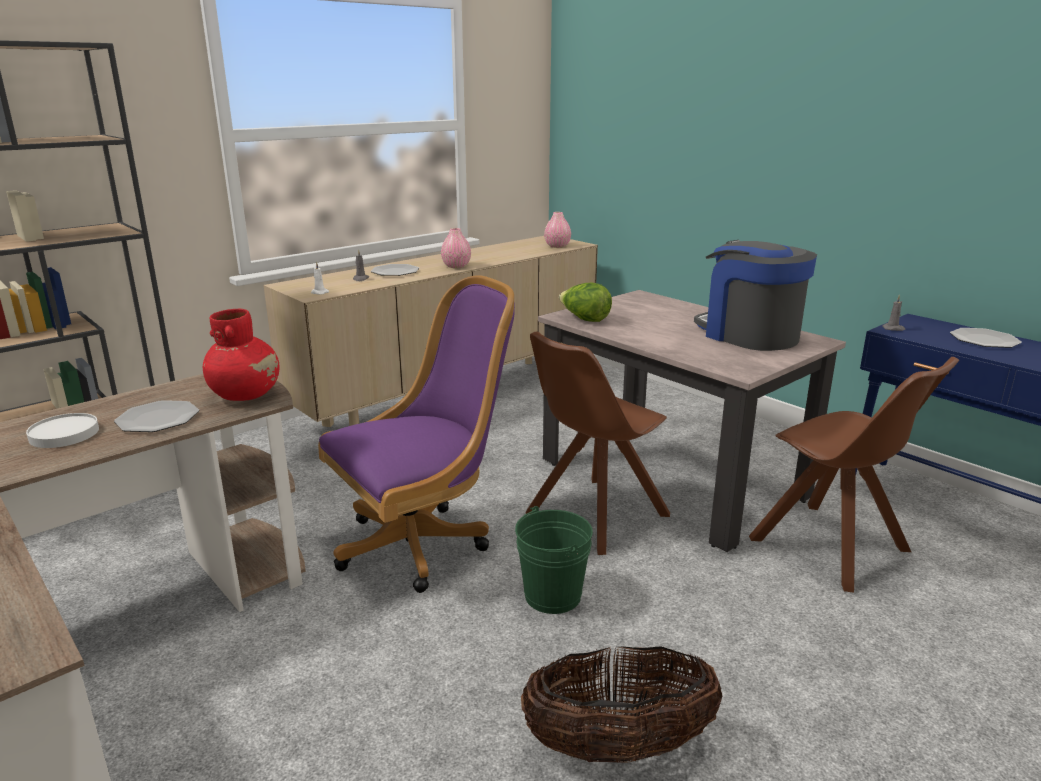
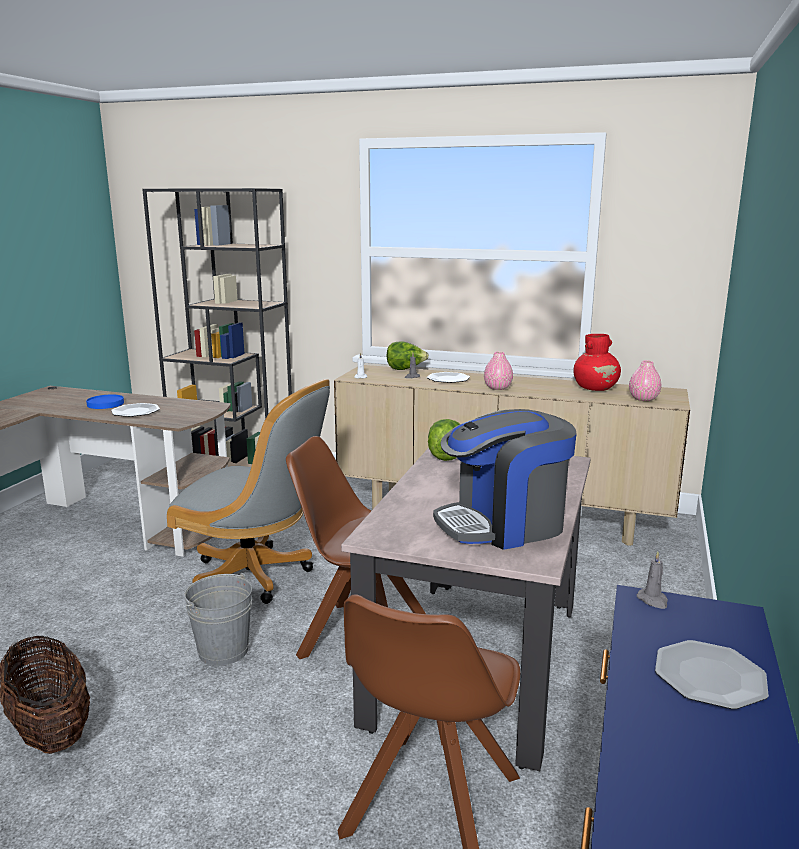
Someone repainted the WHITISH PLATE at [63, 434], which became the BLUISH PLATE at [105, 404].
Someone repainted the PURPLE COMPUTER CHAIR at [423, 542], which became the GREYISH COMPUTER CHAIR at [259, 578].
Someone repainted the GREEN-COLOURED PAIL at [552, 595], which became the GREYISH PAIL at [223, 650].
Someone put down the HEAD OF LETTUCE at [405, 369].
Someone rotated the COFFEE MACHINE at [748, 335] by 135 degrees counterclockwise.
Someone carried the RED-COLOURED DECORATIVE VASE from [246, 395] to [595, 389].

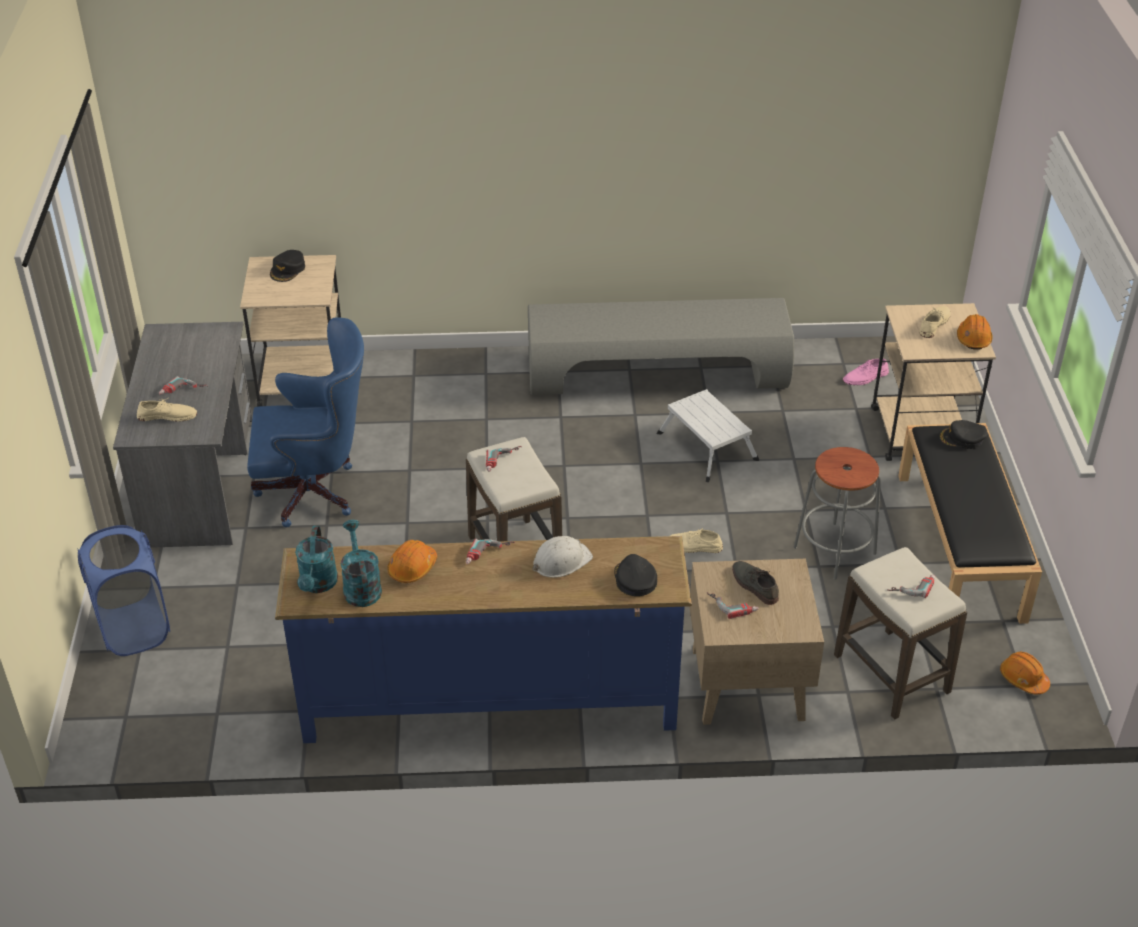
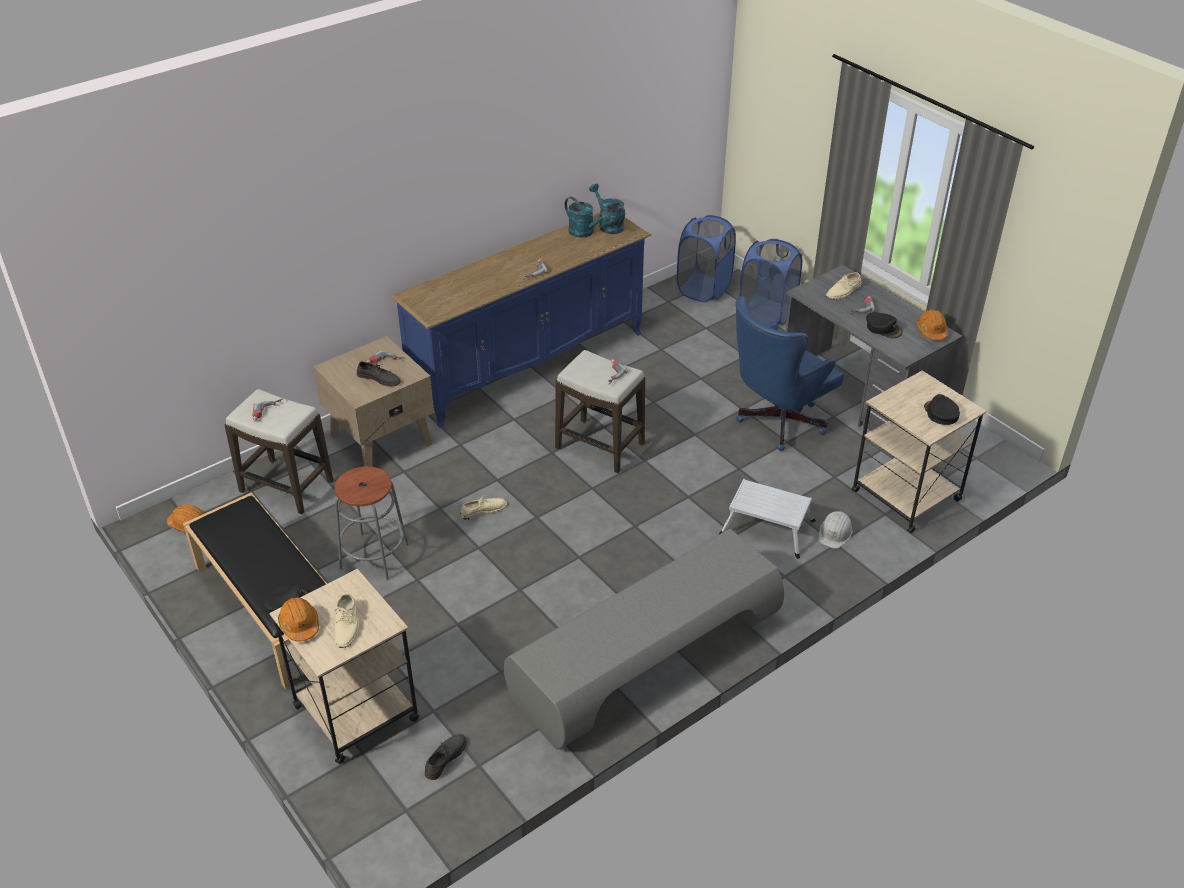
Someone repainted the PINK-COLOURED ITEM OF FOOTWEAR at [866, 377], which became the GREYISH ITEM OF FOOTWEAR at [445, 758].
Someone put down the BLUISH WASHING BASKET at [703, 289].
Someone carried the WHITISH STEP STOOL from [707, 446] to [768, 527].
Someone carried the WHITISH WORK HELMET from [561, 561] to [835, 533].
Someone carried the BLACK PEAKED CAP from [634, 579] to [883, 328].
Someone carried the ORANGE WORK HELMET from [412, 568] to [931, 331].

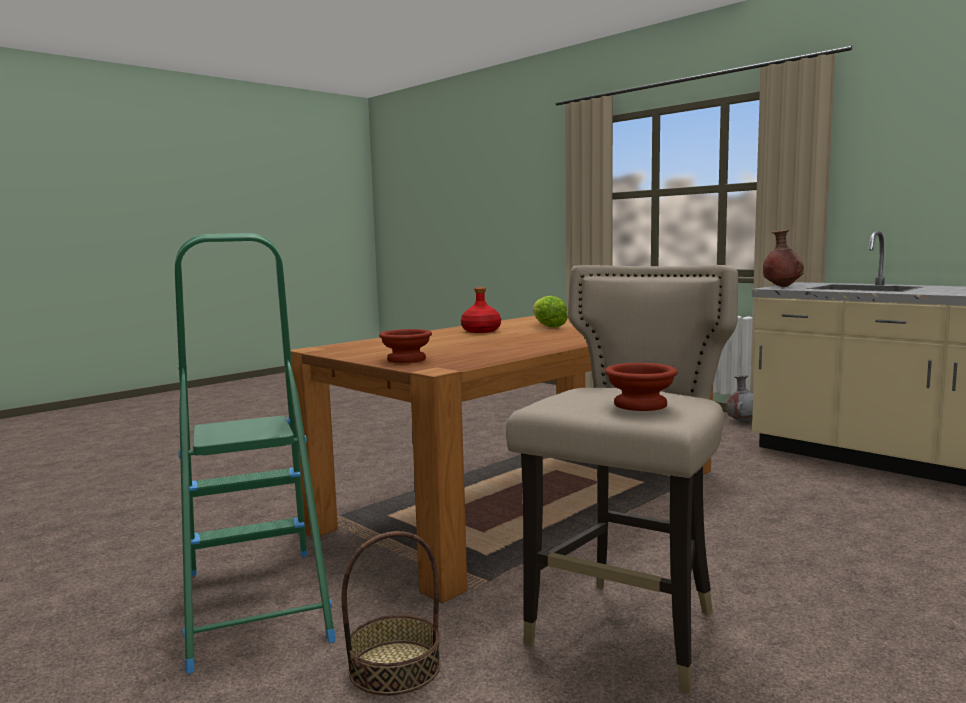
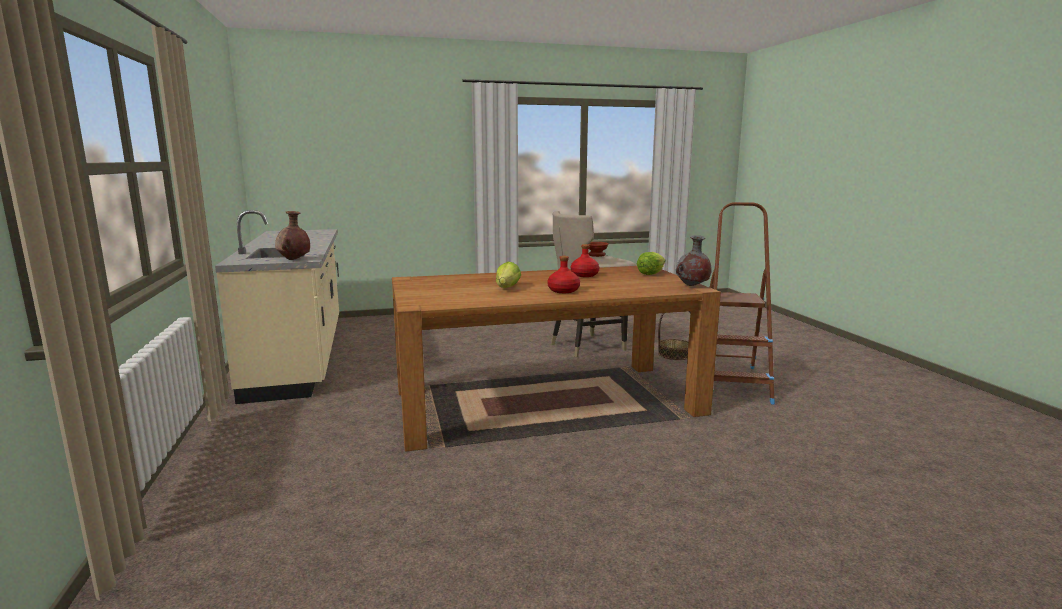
Someone put down the RED-COLOURED DRINK BOTTLE at [585, 275].
Someone swapped the BROWN-COLOURED BOWL at [408, 359] for the HEAD OF LETTUCE at [650, 274].
Someone carried the GREYISH DECORATIVE VASE from [743, 422] to [691, 286].
Someone repainted the GREEN-COLOURED STEP STOOL at [255, 602], which became the BROWN-COLOURED STEP STOOL at [731, 383].

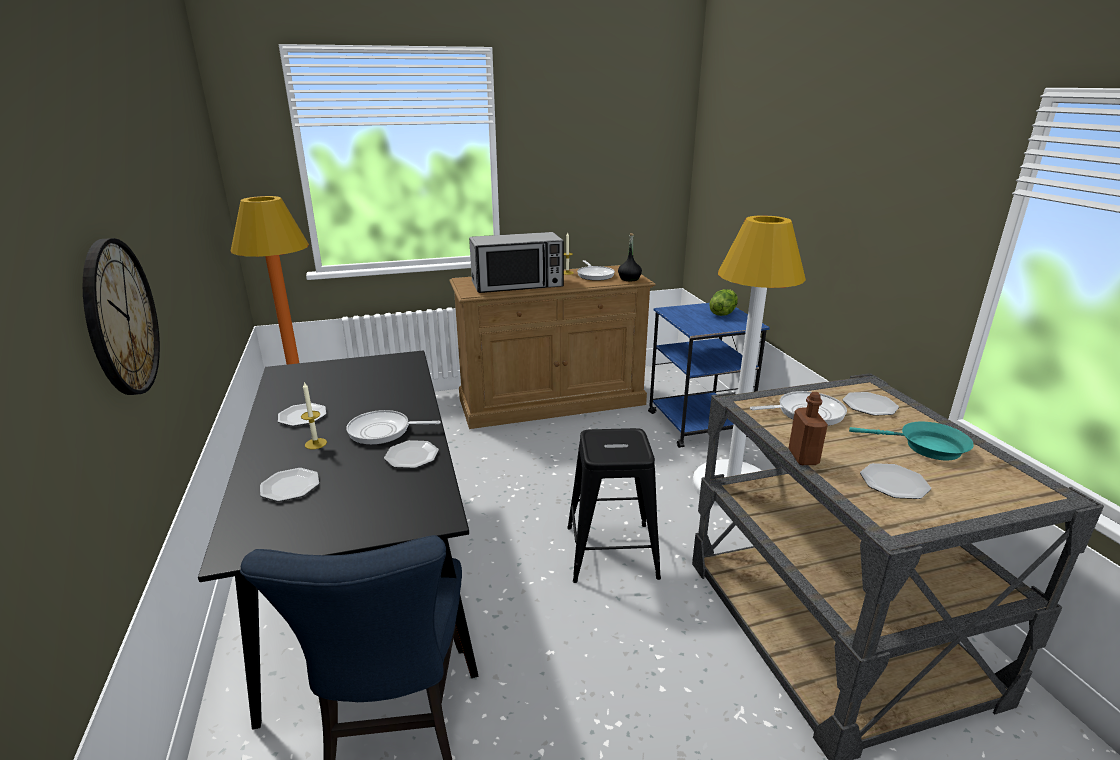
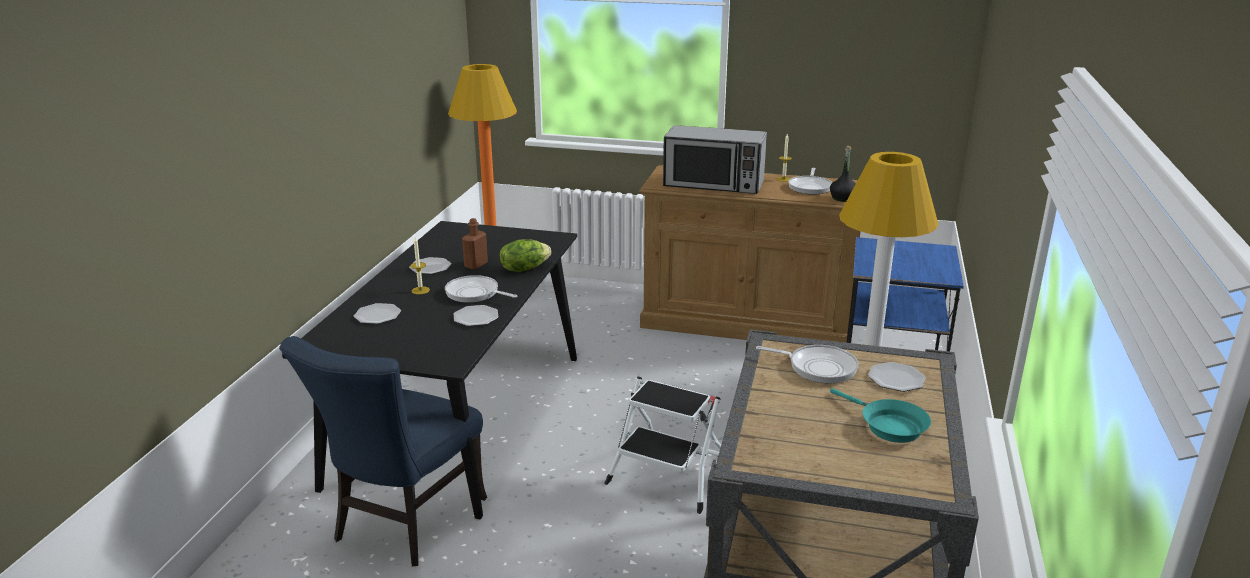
Someone carried the BROWN-COLOURED DRINK BOTTLE from [803, 457] to [476, 265].
Someone carried the HEAD OF LETTUCE from [722, 313] to [524, 268].
Someone swapped the BLACK STOOL SEAT at [611, 552] for the STEP STOOL at [671, 472].
Someone took away the WALL CLOCK at [120, 318].
Someone took away the PLATE at [894, 484].

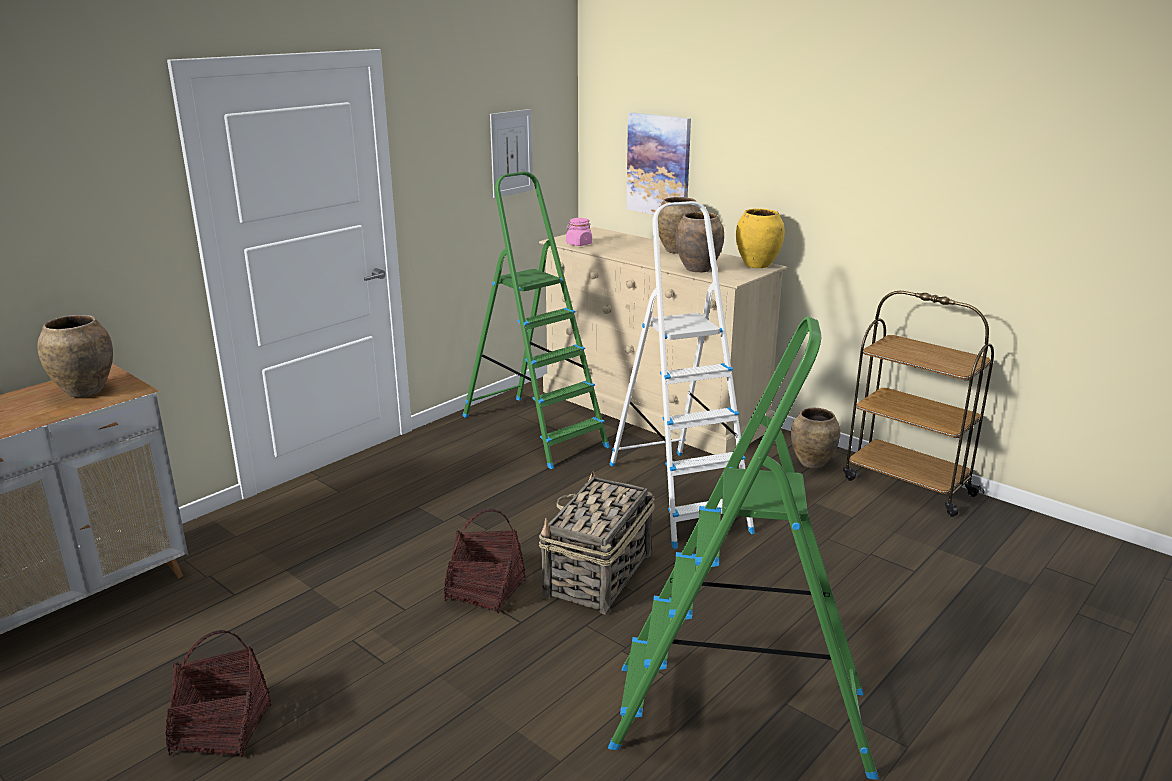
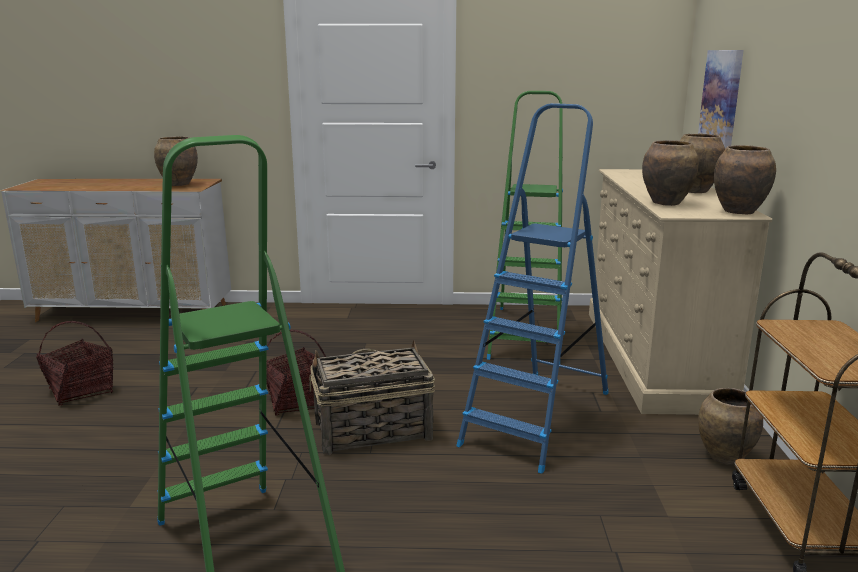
Someone repainted the WHITISH STEP STOOL at [678, 496], which became the BLUISH STEP STOOL at [537, 418].
Someone repainted the YELLOWISH DECORATIVE VASE at [757, 265], which became the BROWN-COLOURED DECORATIVE VASE at [739, 211].
Someone took away the PICTURE at [511, 153].
Someone took away the PINK-COLOURED STORAGE JAR at [579, 244].

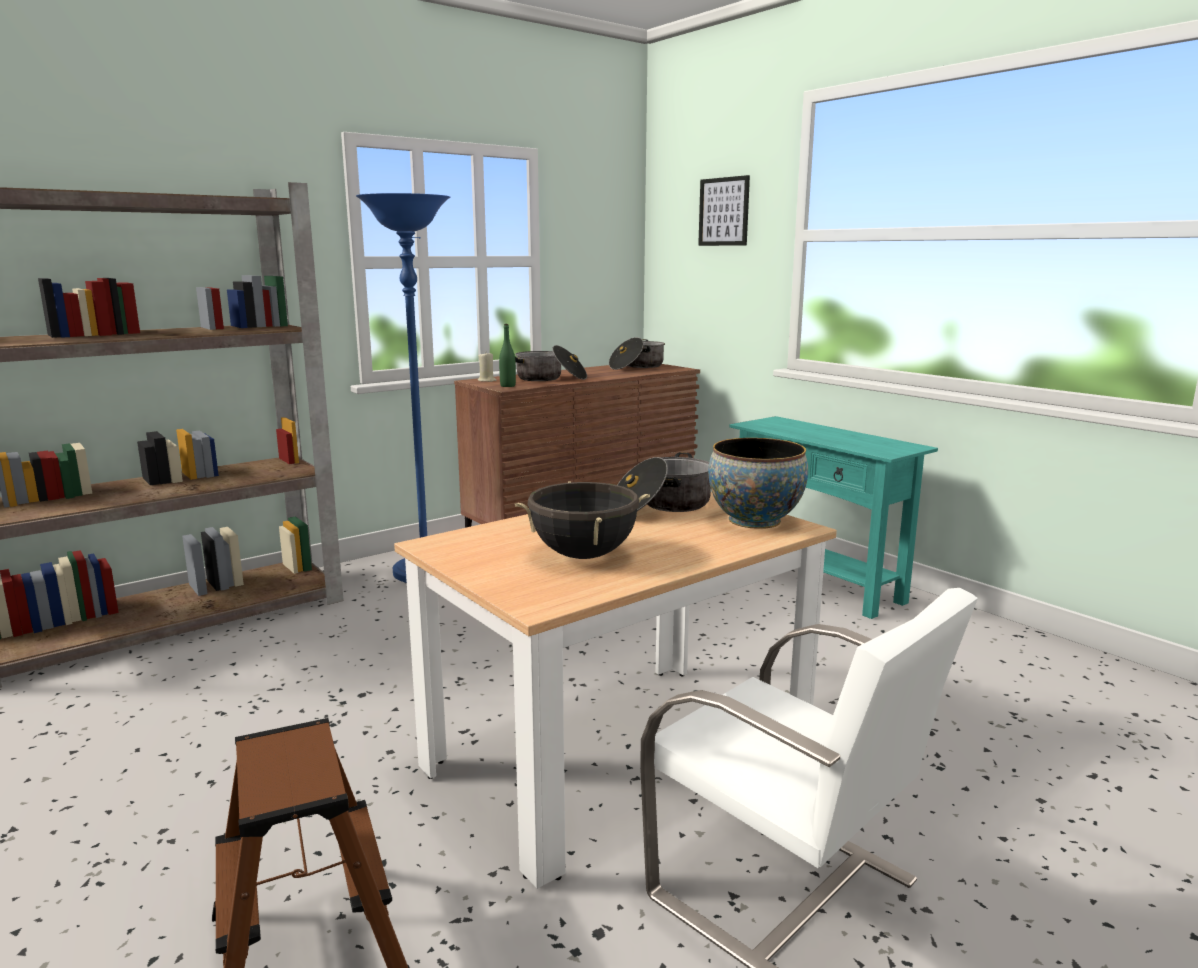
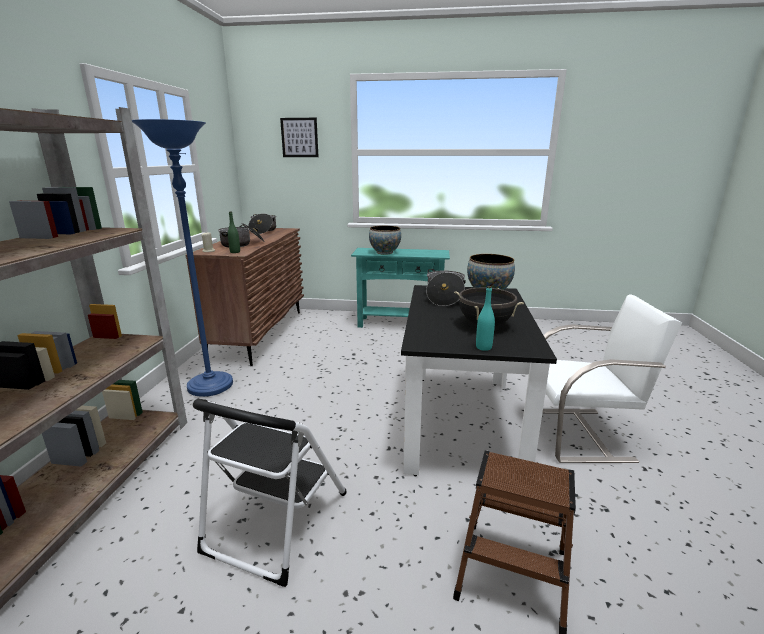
Someone put down the STEP STOOL at [274, 524].
Someone put down the BOWL at [384, 252].
Someone repainted the SAND-COLOURED DINING TABLE at [619, 756], which became the BLACK DINING TABLE at [461, 422].
Someone put down the TURQUOISE DRINK BOTTLE at [483, 347].

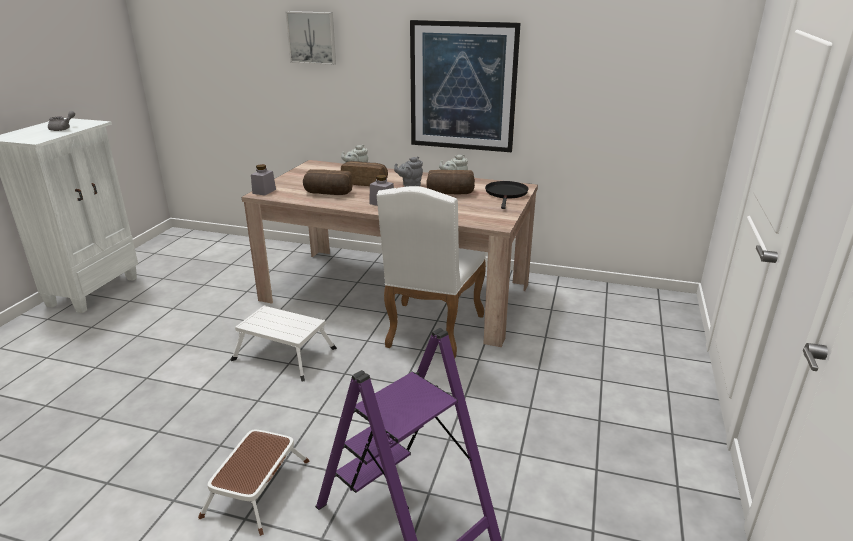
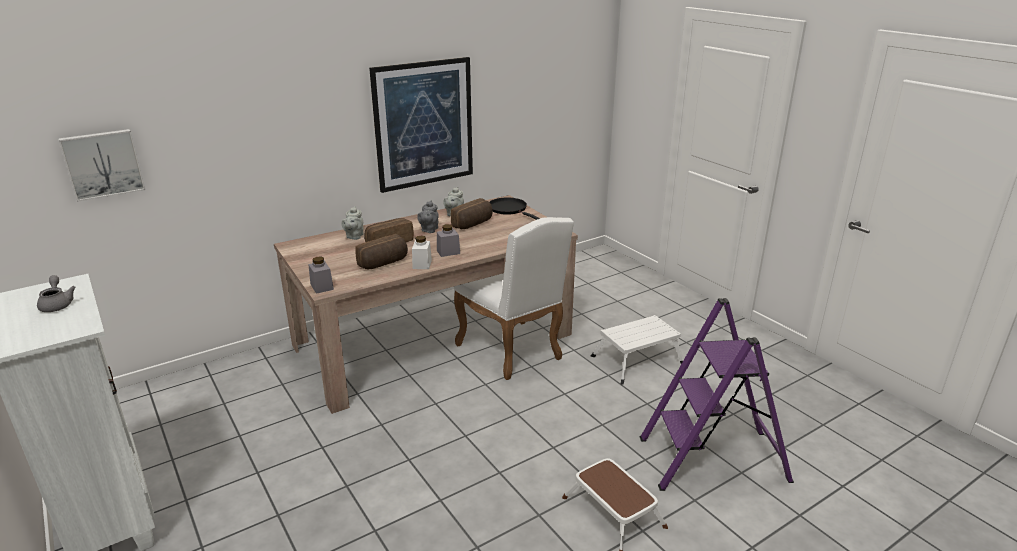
Someone carried the PICTURE from [312, 37] to [103, 164].
Someone put down the WHITISH STORAGE JAR at [422, 264].
Someone carried the WHITISH STEP STOOL from [285, 354] to [638, 359].

